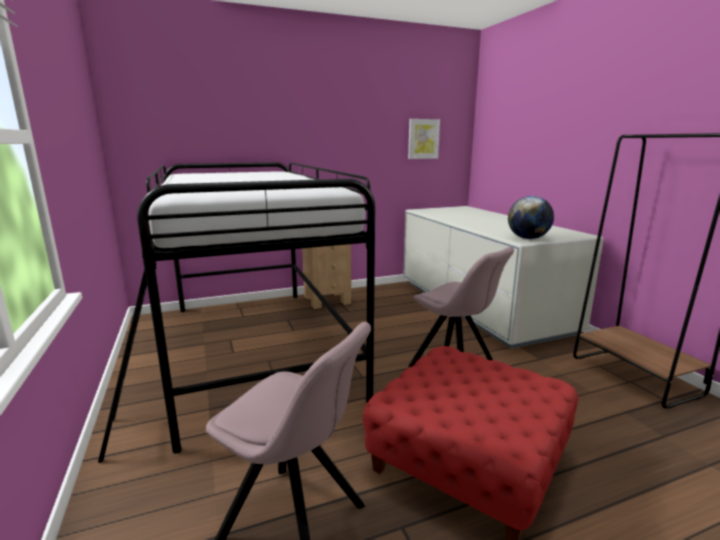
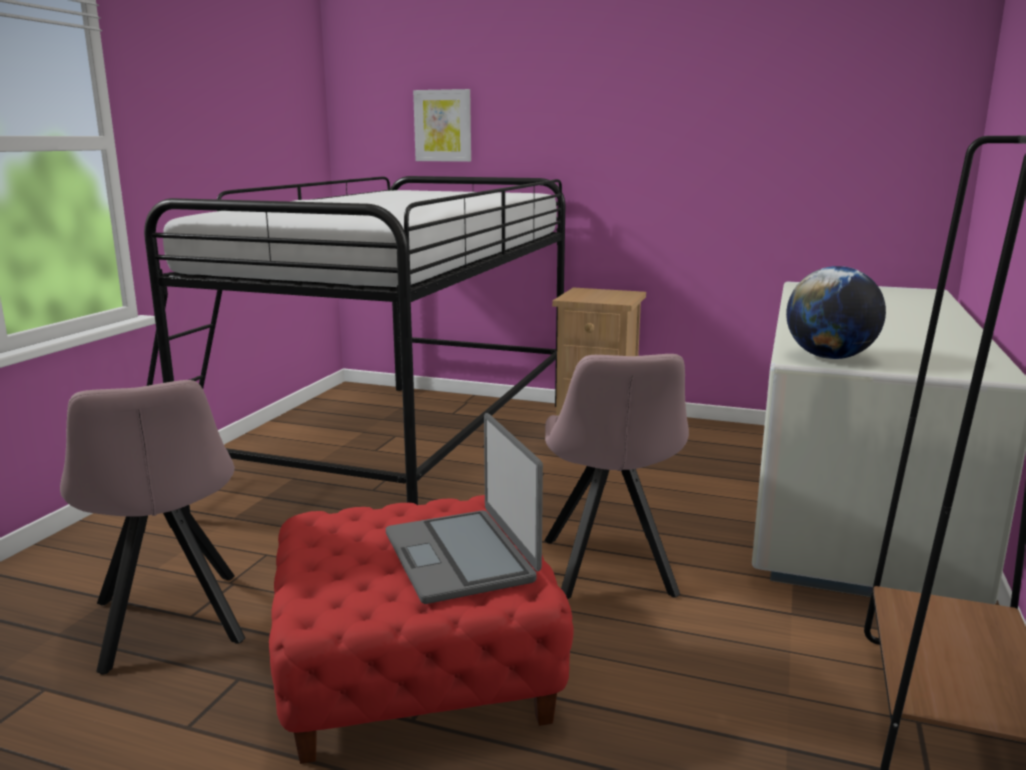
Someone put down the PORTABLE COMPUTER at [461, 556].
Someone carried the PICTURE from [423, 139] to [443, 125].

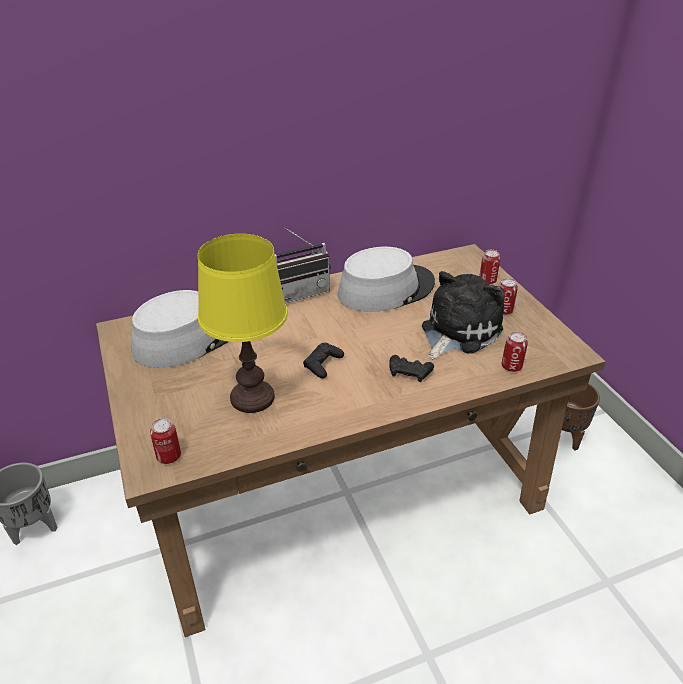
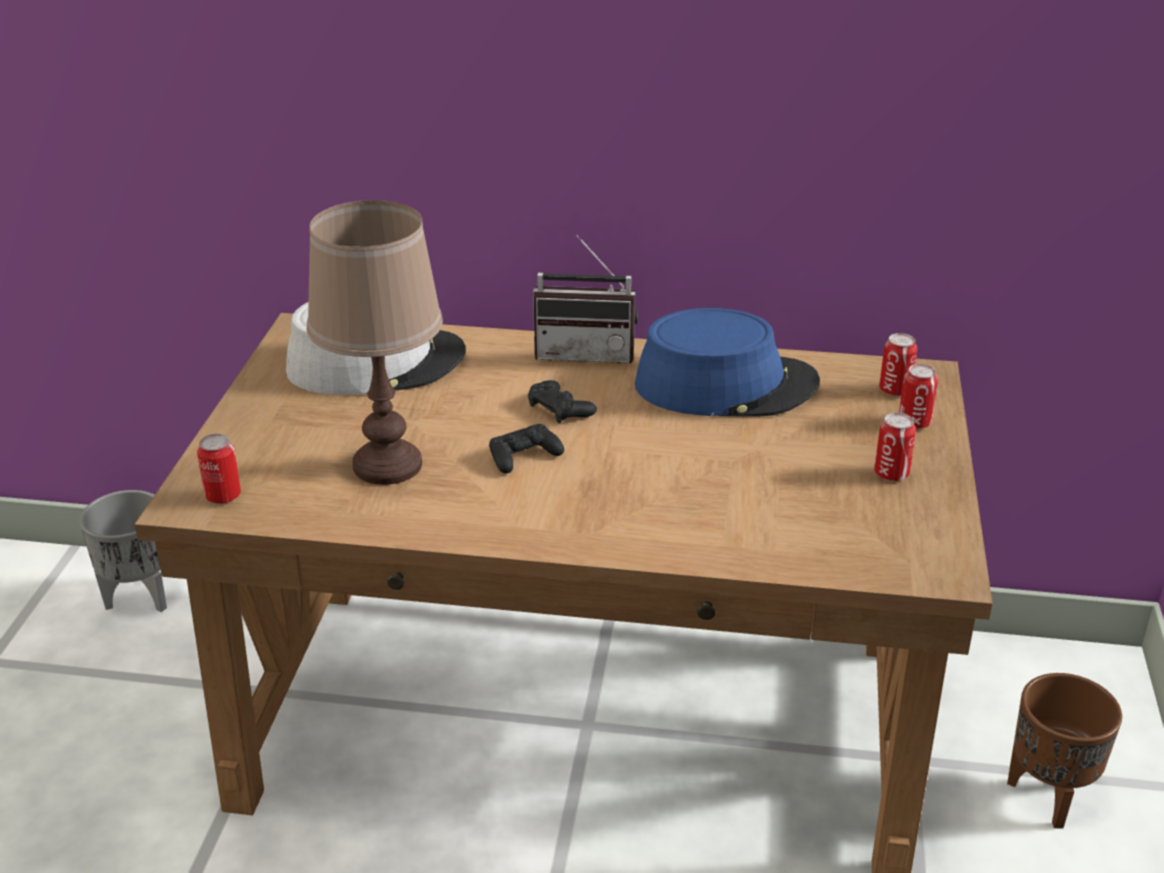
Someone repainted the YELLOWISH TABLETOP LAMP at [253, 398], which became the BROWN-COLOURED TABLETOP LAMP at [388, 465].
Someone carried the BLACK GAMEPAD from [409, 372] to [560, 409].
Someone repainted the GREYISH WEARABLE HAT at [386, 289], which became the BLUISH WEARABLE HAT at [726, 385].
Someone carried the METAL CAN from [511, 366] to [894, 390].
Someone took away the CUDDLY TOY at [457, 331].

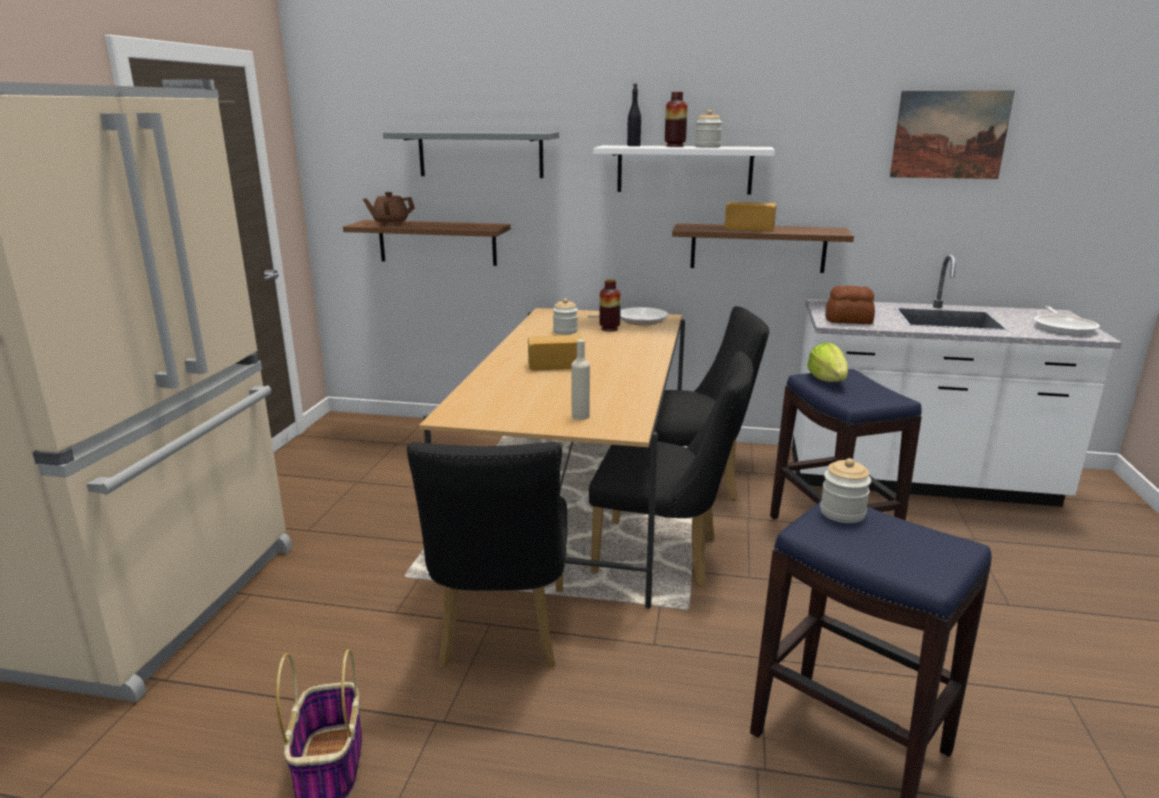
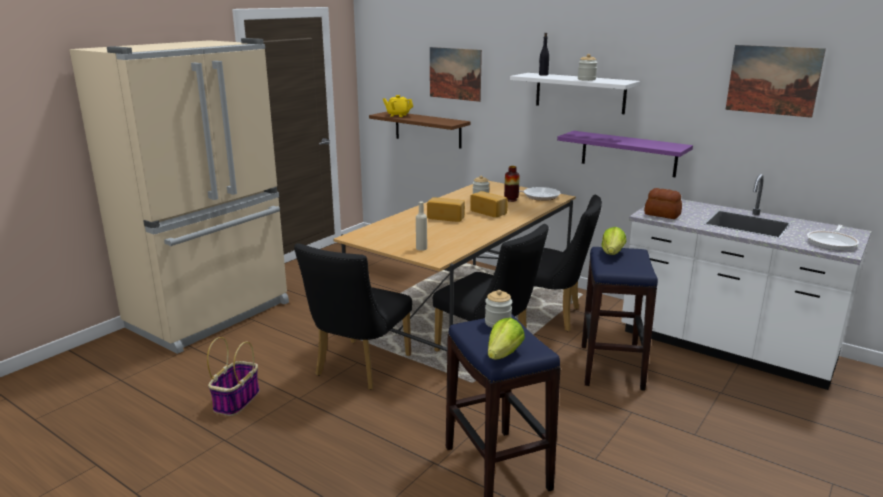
Someone repainted the BROWN-COLOURED POT FOR TEA at [390, 224], which became the YELLOWISH POT FOR TEA at [398, 115].
Someone swapped the GREYISH SHELF at [480, 154] for the PICTURE at [455, 74].
Someone carried the BAKED BREAD from [749, 228] to [489, 212].
Someone put down the HEAD OF LETTUCE at [503, 354].
Someone repainted the BROWN-COLOURED SHELF at [757, 248], which became the PURPLE SHELF at [628, 153].
Someone took away the DECORATIVE VASE at [675, 146].

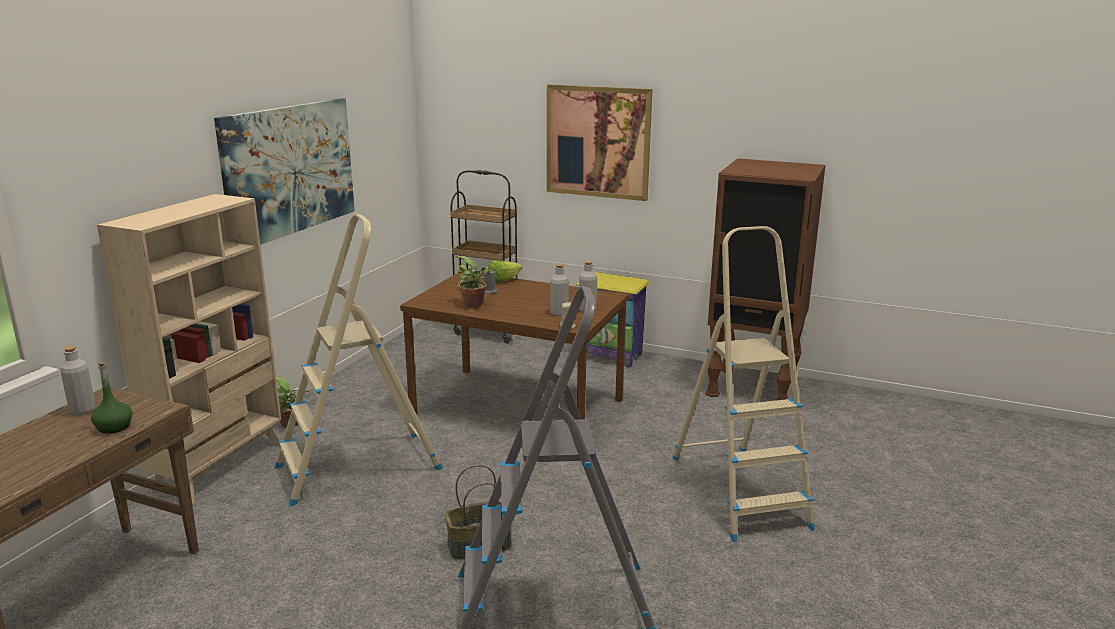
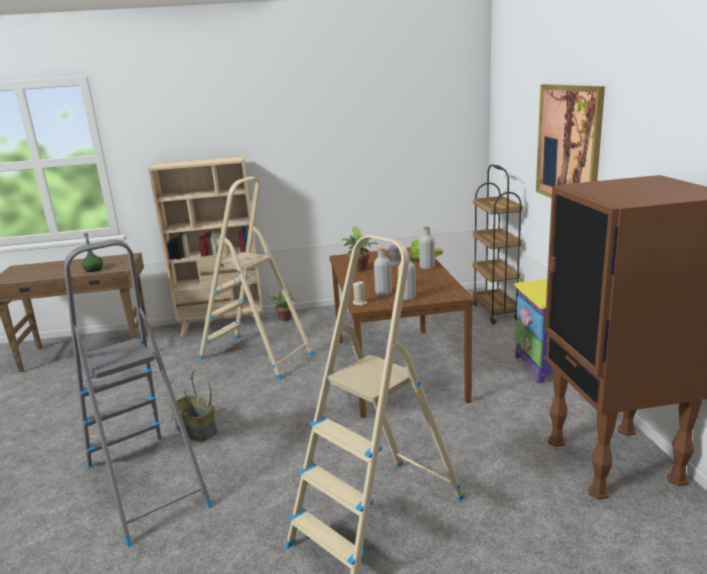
Someone carried the GREYISH DRINK BOTTLE from [83, 410] to [427, 267].
Someone took away the PICTURE at [290, 169].

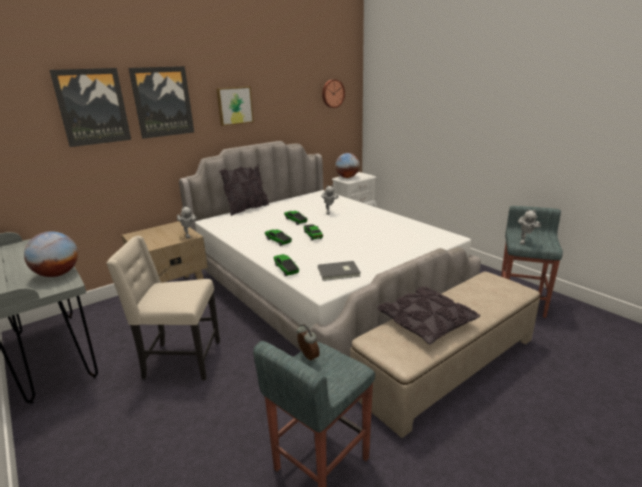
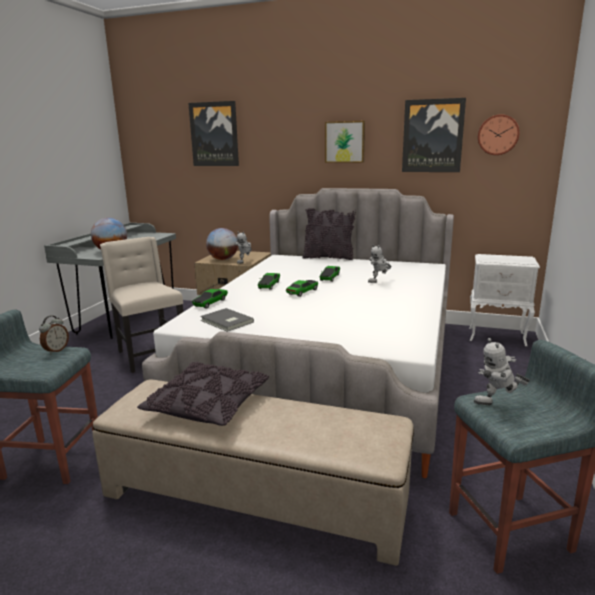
Someone carried the DESK GLOBE from [347, 177] to [223, 259].
Someone carried the PICTURE from [162, 102] to [432, 136].

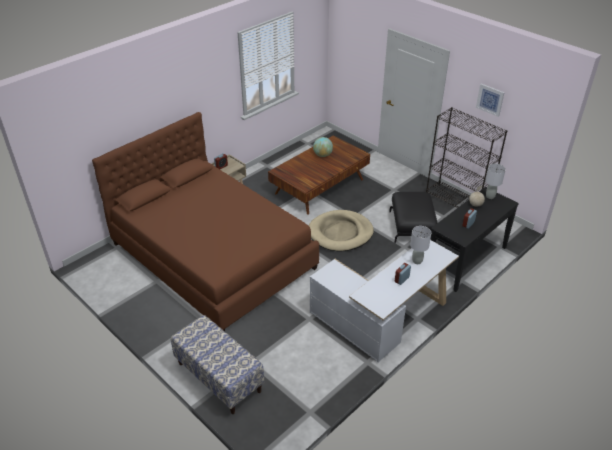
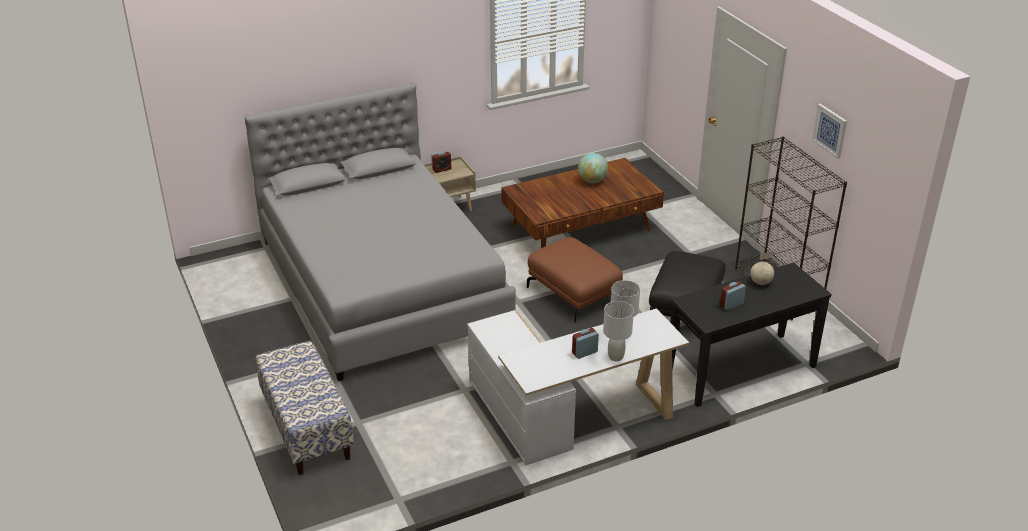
Someone repainted the BROWN-COLOURED BEDROOM BED at [213, 255], which became the GREYISH BEDROOM BED at [382, 284].
Someone swapped the SAND-COLOURED DOG CUSHION at [340, 233] for the BROWN-COLOURED OTTOMAN at [574, 293].
Someone carried the GREYISH TABLETOP LAMP from [490, 196] to [615, 356].

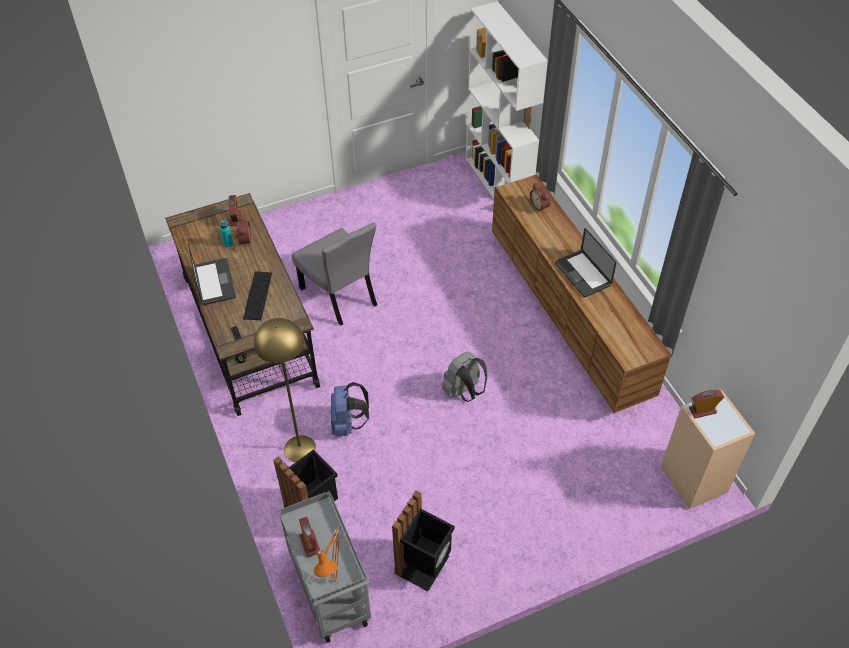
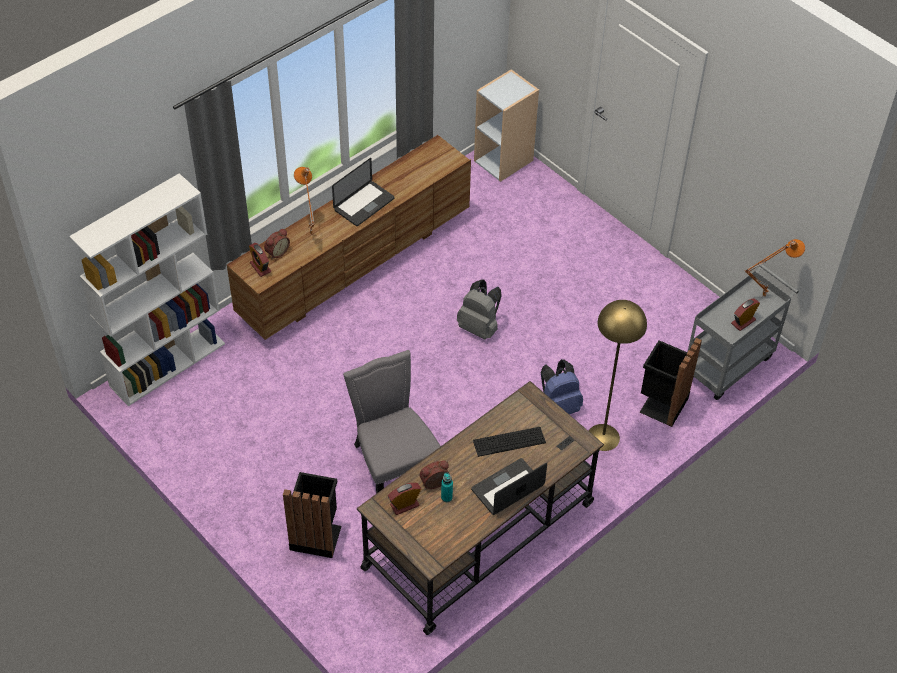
Someone carried the ALARM CLOCK from [702, 410] to [260, 267].
Someone carried the BLACK WASTE BIN from [424, 565] to [316, 535].
Someone put down the ORANGE TABLETOP LAMP at [309, 234].
Someone rotated the GREYISH PLAIN CHAIR at [339, 294] by 60 degrees counterclockwise.

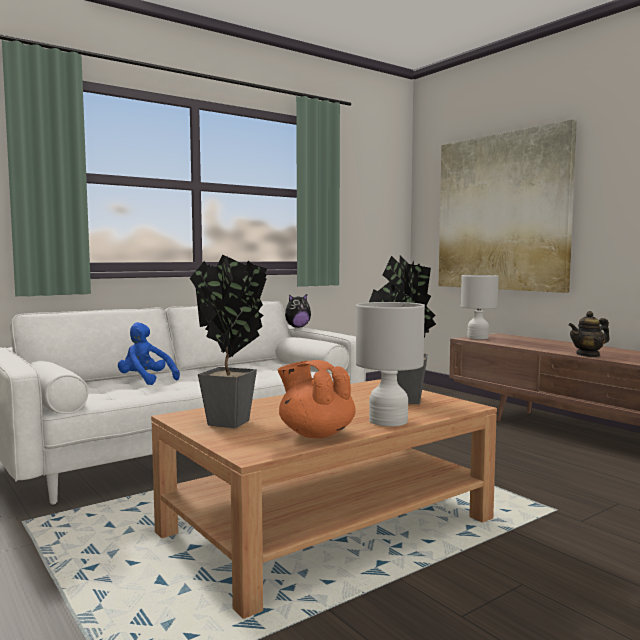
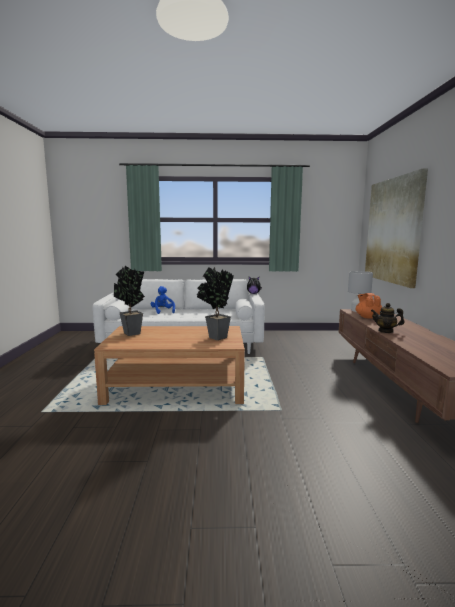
Someone carried the ORANGE POT FOR TEA from [316, 434] to [368, 317].
Someone took away the GREYISH TABLETOP LAMP at [388, 421].

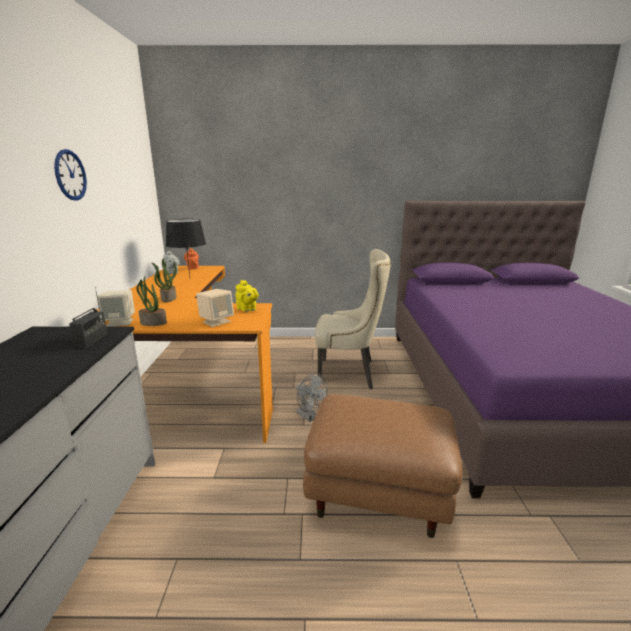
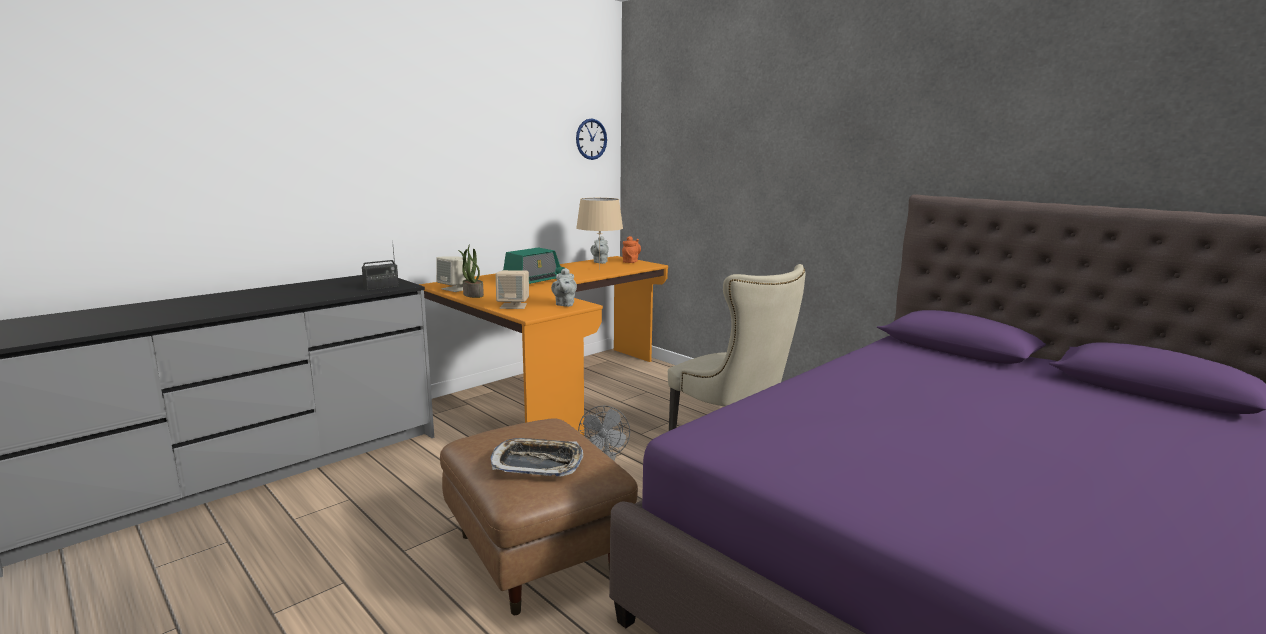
Someone put down the SERVING TRAY at [537, 463].
Someone swapped the HOUSEPLANT at [168, 298] for the RADIO at [534, 281].
Someone repainted the YELLOWISH POT FOR TEA at [247, 309], which became the GREYISH POT FOR TEA at [564, 304].
Someone carried the WALL CLOCK from [70, 175] to [591, 139].
Someone repainted the BLACK TABLETOP LAMP at [190, 278], which became the SAND-COLOURED TABLETOP LAMP at [600, 270].

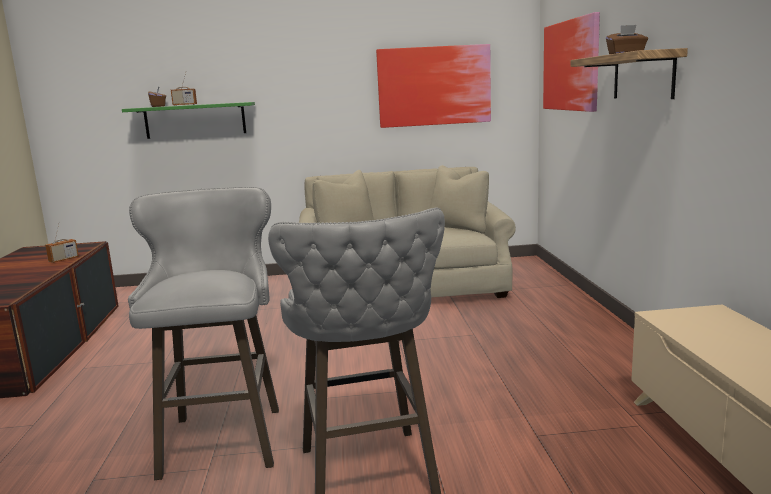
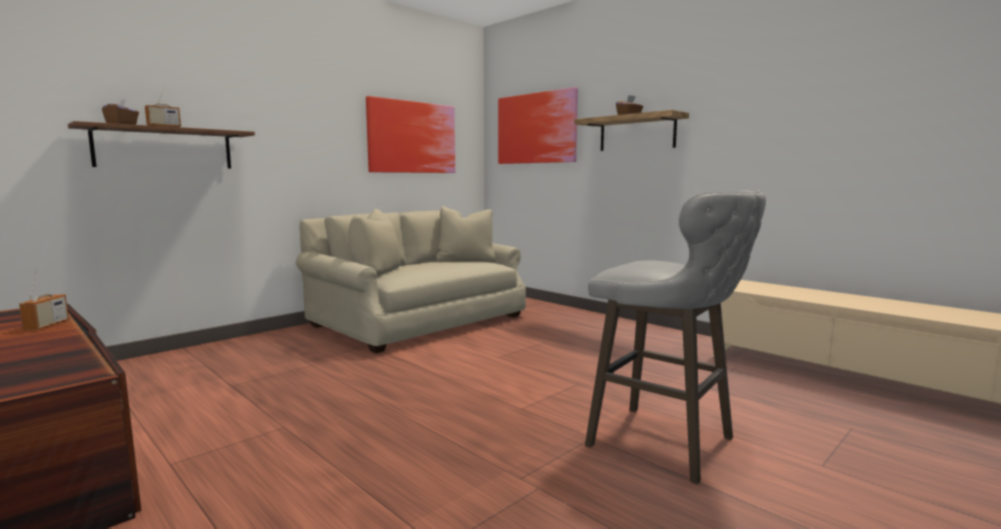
Someone repainted the GREEN-COLOURED SHELF at [195, 120], which became the BROWN-COLOURED SHELF at [165, 148].
Someone took away the GREYISH STOOL SEAT at [223, 437].

